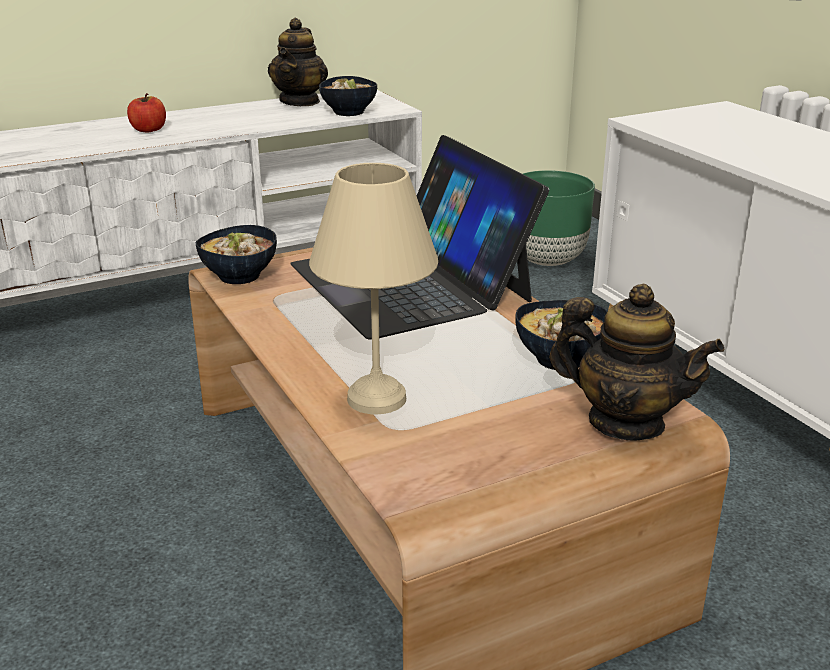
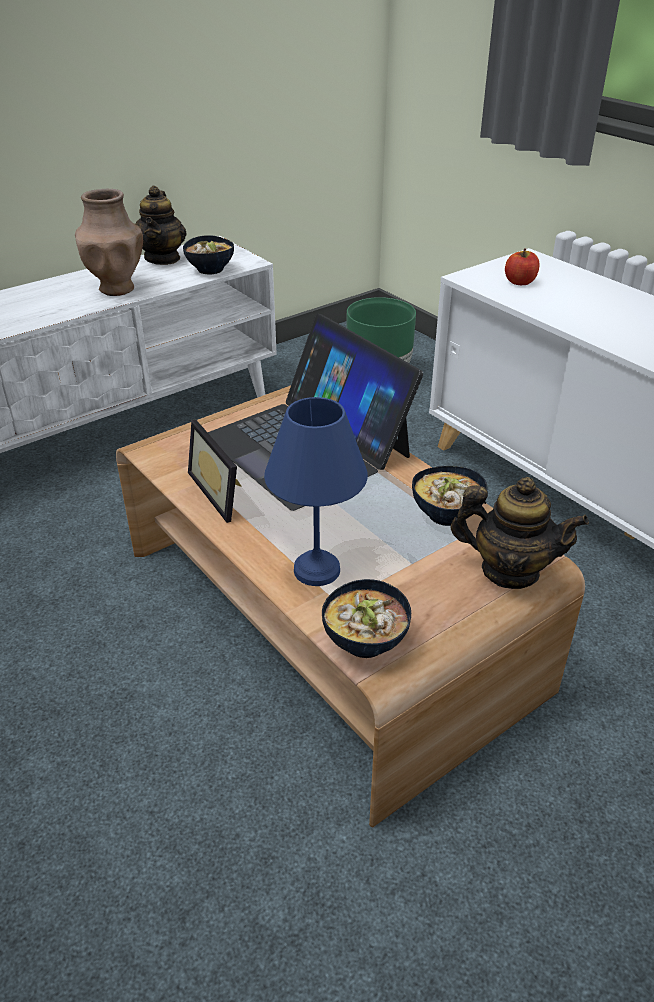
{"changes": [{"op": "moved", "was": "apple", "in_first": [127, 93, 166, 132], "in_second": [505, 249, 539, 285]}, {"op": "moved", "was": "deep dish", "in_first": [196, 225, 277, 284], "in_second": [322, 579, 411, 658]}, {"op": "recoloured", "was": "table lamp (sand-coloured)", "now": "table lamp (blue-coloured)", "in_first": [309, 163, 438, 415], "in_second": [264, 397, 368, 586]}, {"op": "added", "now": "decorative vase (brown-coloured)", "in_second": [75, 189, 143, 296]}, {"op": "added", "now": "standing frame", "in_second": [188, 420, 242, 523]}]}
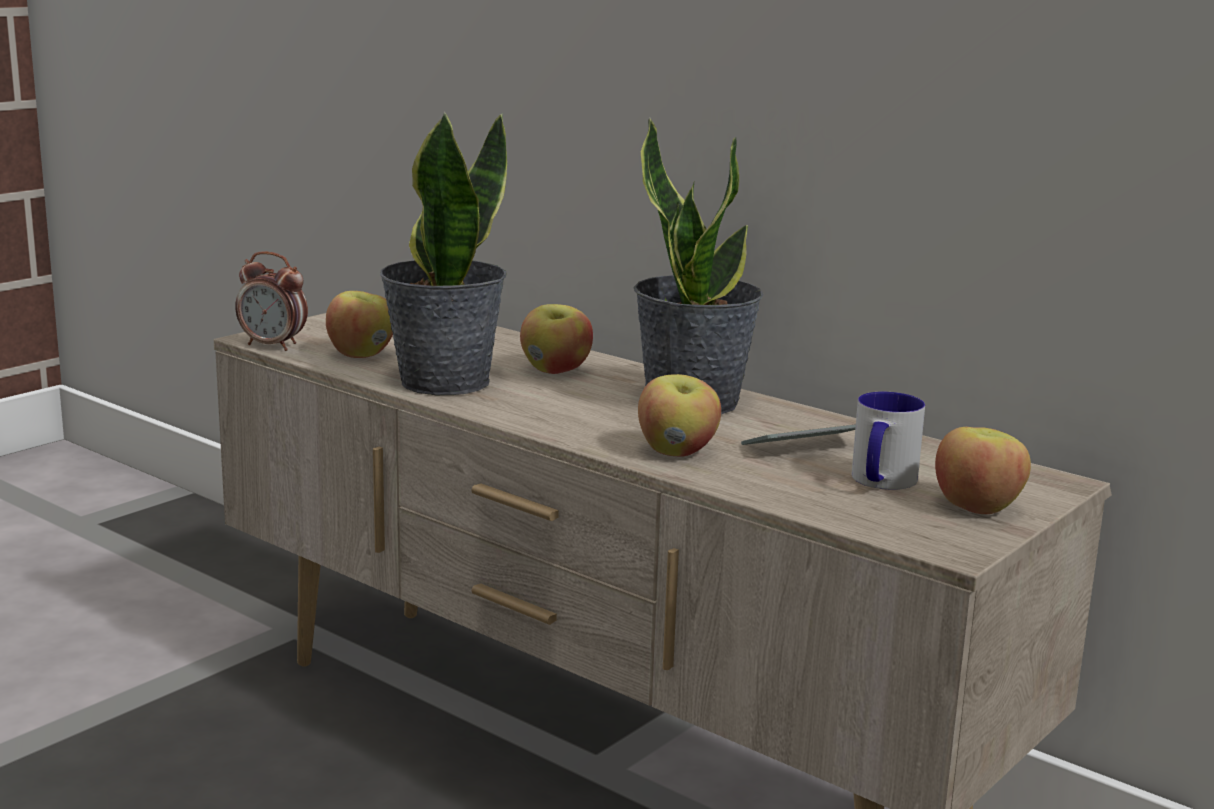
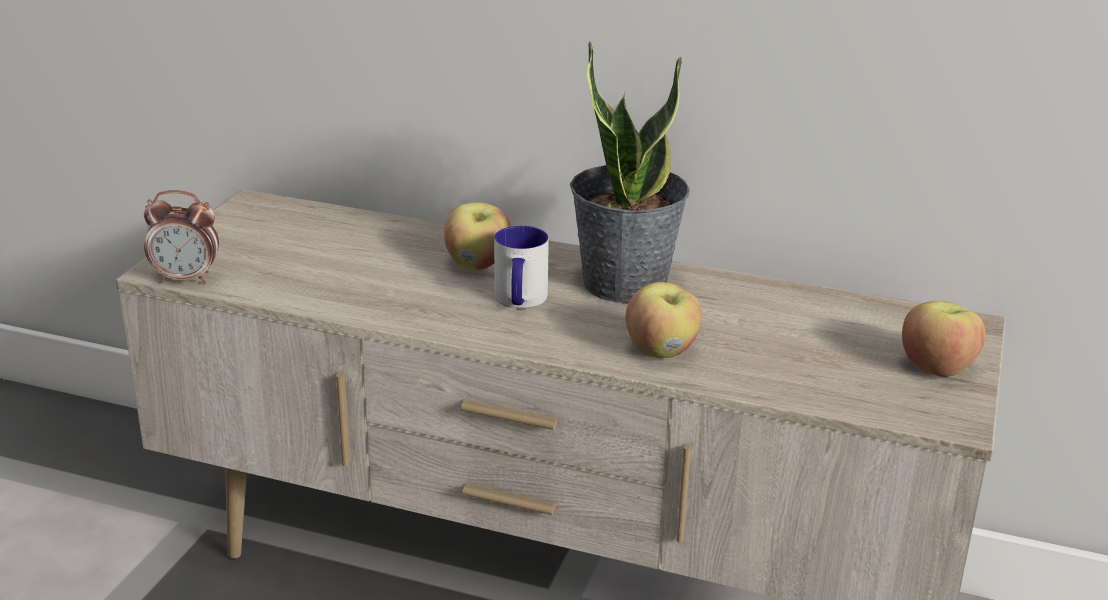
{"changes": [{"op": "removed", "was": "apple", "in_first": [326, 291, 393, 358]}, {"op": "removed", "was": "plant in a pot", "in_first": [380, 111, 507, 395]}, {"op": "removed", "was": "phone", "in_first": [741, 424, 856, 445]}, {"op": "moved", "was": "mug", "in_first": [852, 392, 925, 490], "in_second": [494, 226, 549, 308]}]}
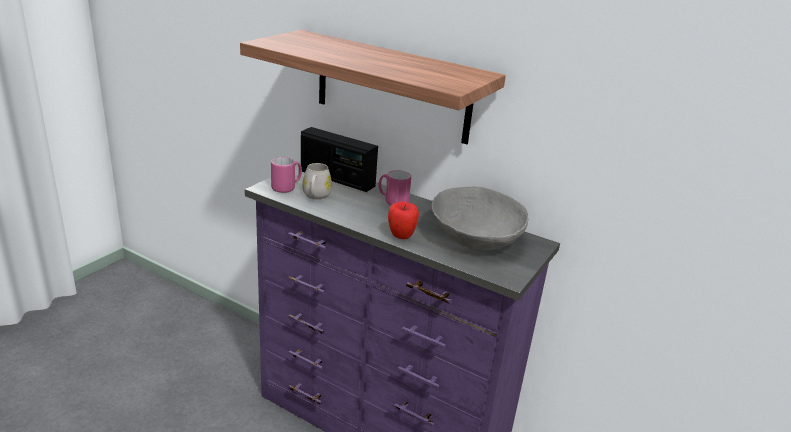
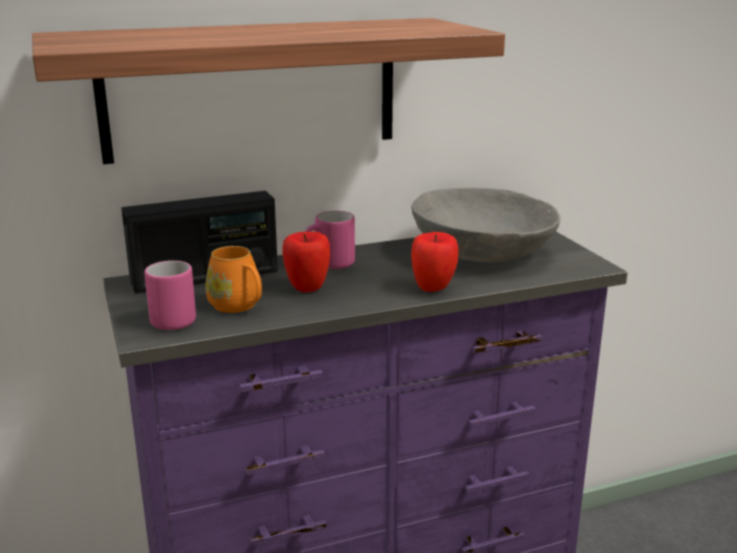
{"changes": [{"op": "recoloured", "was": "mug (white)", "now": "mug (orange)", "in_first": [302, 163, 332, 200], "in_second": [205, 246, 262, 313]}, {"op": "added", "now": "apple", "in_second": [282, 232, 330, 292]}]}
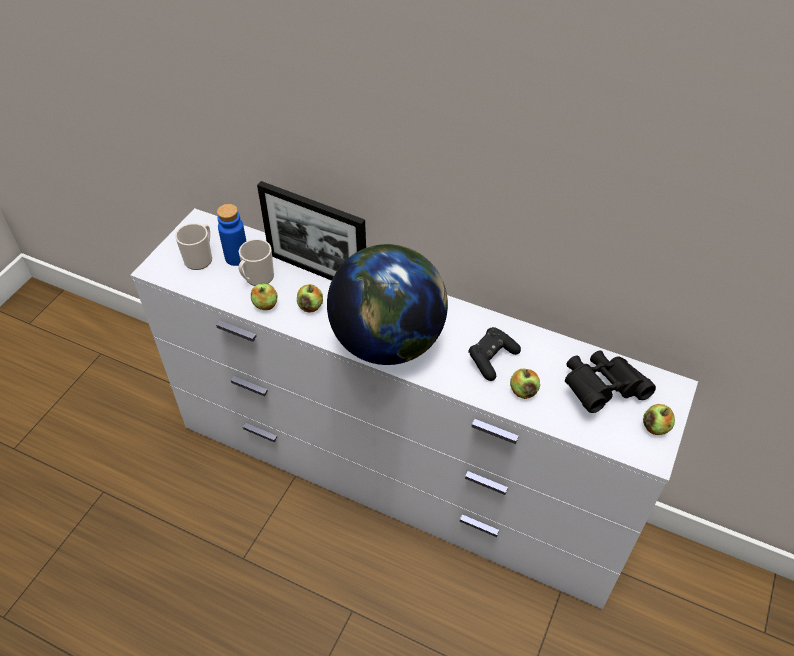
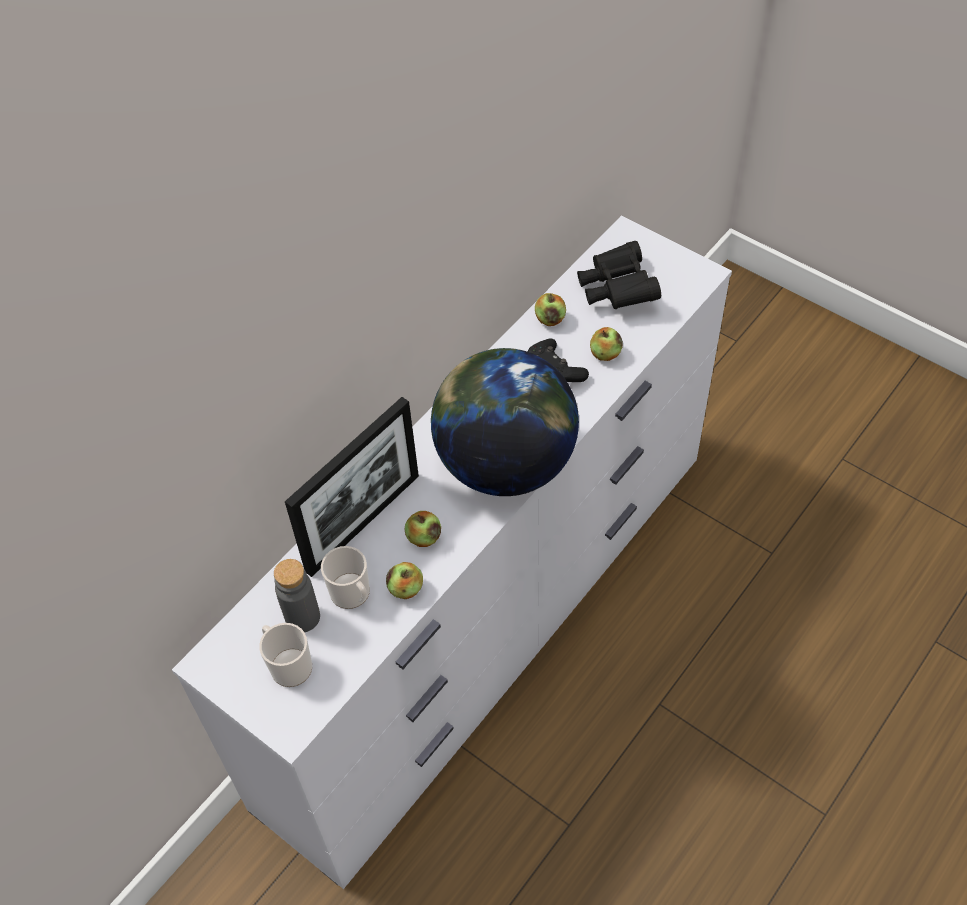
{"changes": [{"op": "recoloured", "was": "drink bottle (blue-coloured)", "now": "drink bottle (grey)", "in_first": [217, 204, 246, 266], "in_second": [274, 559, 320, 632]}, {"op": "moved", "was": "apple", "in_first": [643, 404, 675, 435], "in_second": [535, 293, 566, 326]}]}
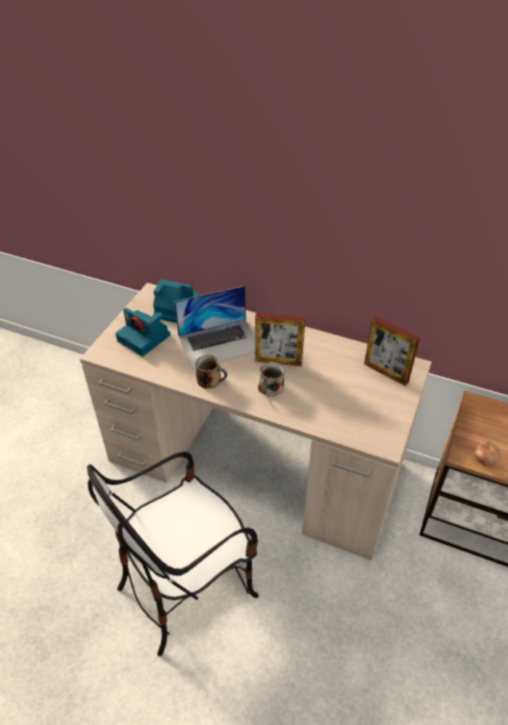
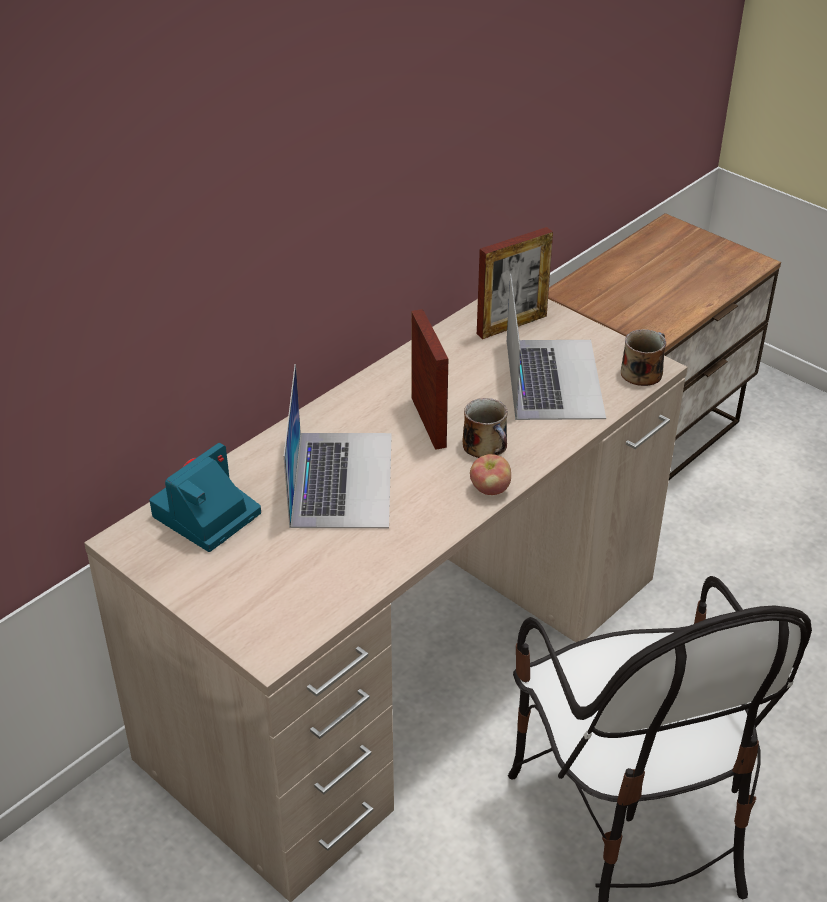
{"changes": [{"op": "removed", "was": "still camera", "in_first": [116, 308, 171, 357]}, {"op": "moved", "was": "mug", "in_first": [195, 355, 227, 389], "in_second": [621, 329, 666, 386]}, {"op": "turned", "was": "standing frame", "in_first": [255, 312, 306, 367], "in_second": [412, 309, 448, 450], "clockwise": -45}, {"op": "moved", "was": "apple", "in_first": [475, 442, 500, 466], "in_second": [470, 454, 511, 495]}, {"op": "added", "now": "portable computer", "in_second": [507, 274, 606, 420]}]}
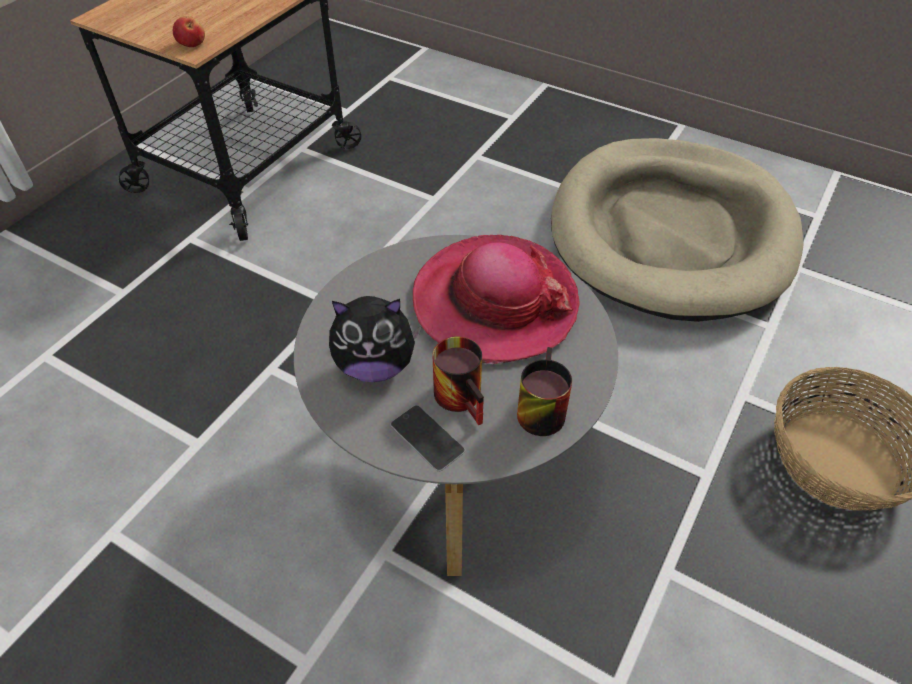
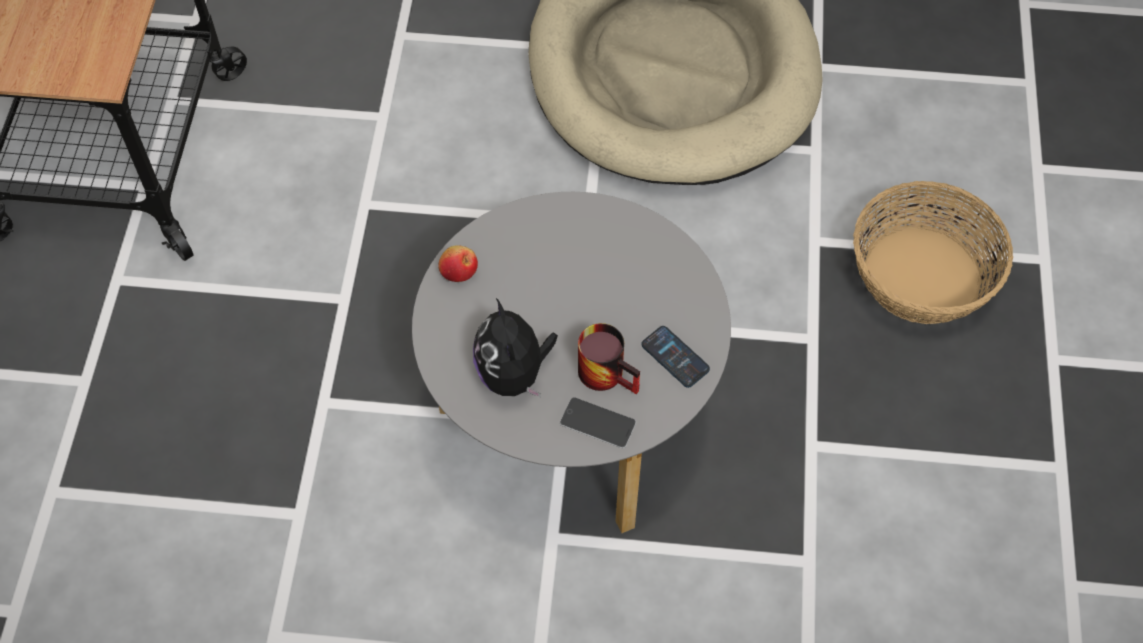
{"changes": [{"op": "moved", "was": "apple", "in_first": [173, 16, 205, 47], "in_second": [438, 245, 478, 282]}, {"op": "turned", "was": "cuddly toy", "in_first": [329, 296, 422, 382], "in_second": [473, 298, 558, 398], "clockwise": 105}, {"op": "removed", "was": "hat", "in_first": [413, 235, 580, 364]}, {"op": "replaced", "was": "mug", "now": "phone", "in_first": [517, 347, 572, 436], "in_second": [641, 326, 710, 388]}]}
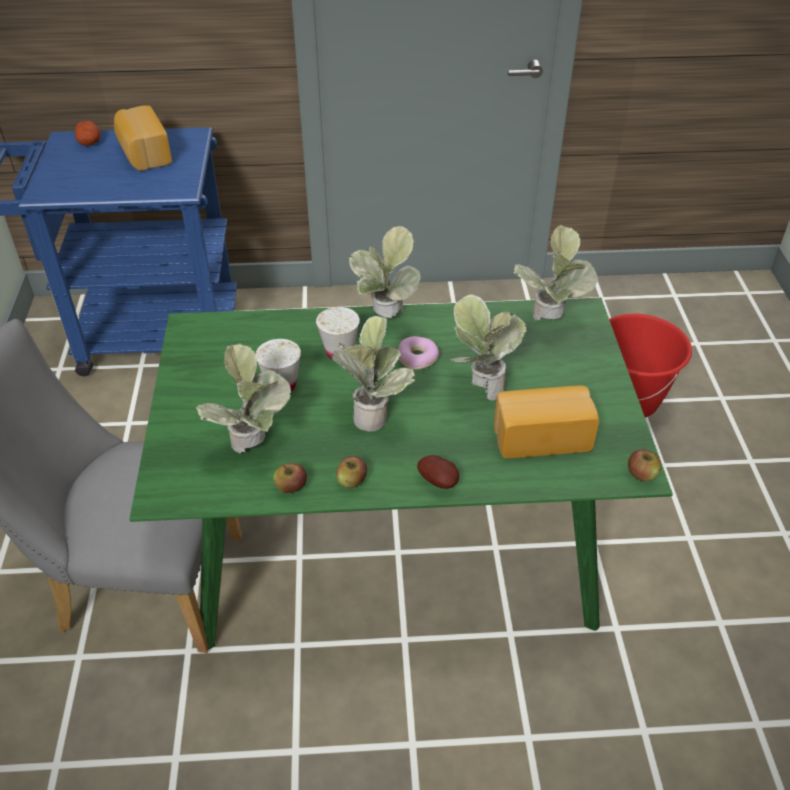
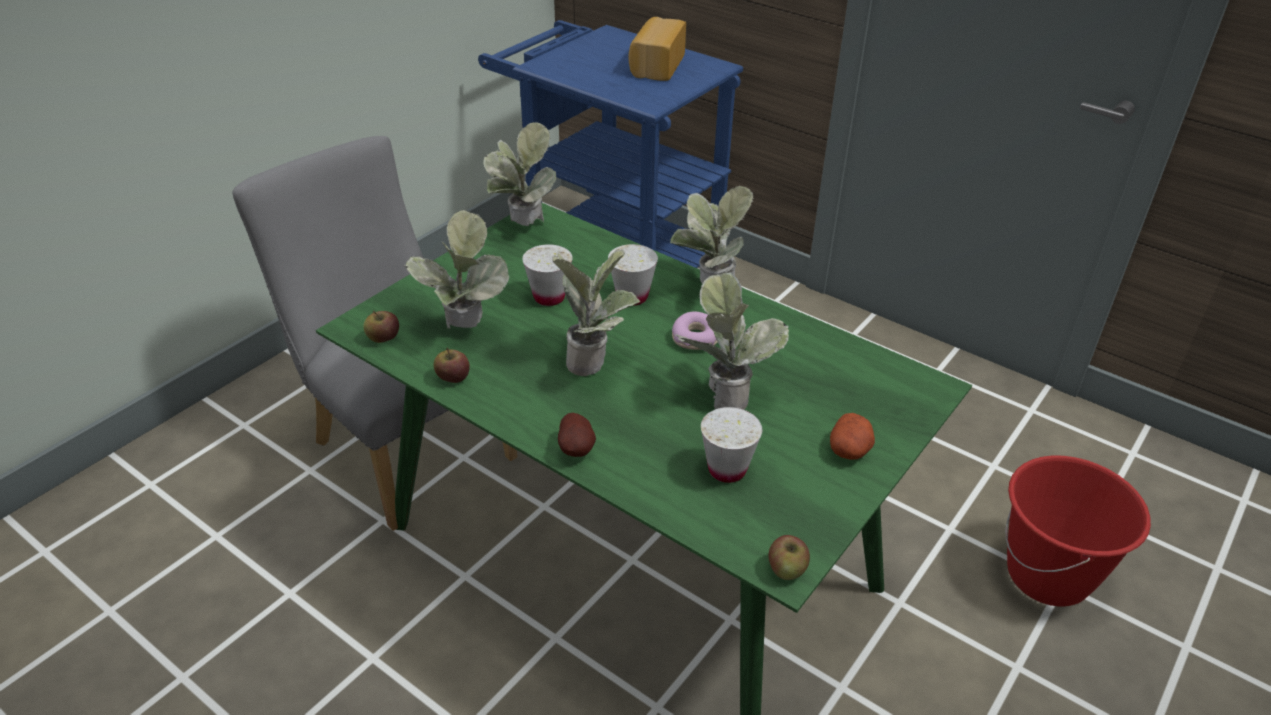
{"changes": [{"op": "moved", "was": "spud", "in_first": [75, 121, 101, 146], "in_second": [830, 413, 875, 460]}, {"op": "moved", "was": "apple", "in_first": [336, 456, 367, 488], "in_second": [363, 311, 399, 343]}, {"op": "replaced", "was": "bakery bread", "now": "drinking cup (white)", "in_first": [494, 385, 599, 458], "in_second": [701, 407, 762, 483]}, {"op": "moved", "was": "plant in a pot", "in_first": [514, 225, 598, 321], "in_second": [483, 122, 556, 226]}]}
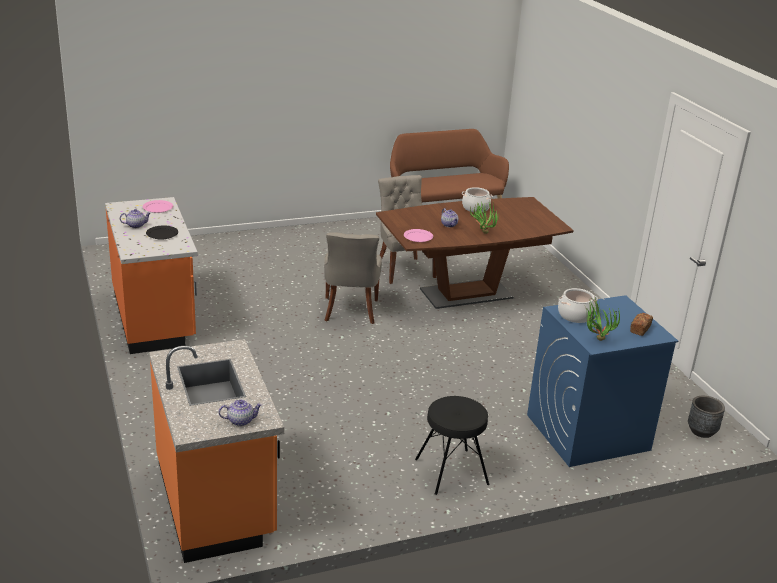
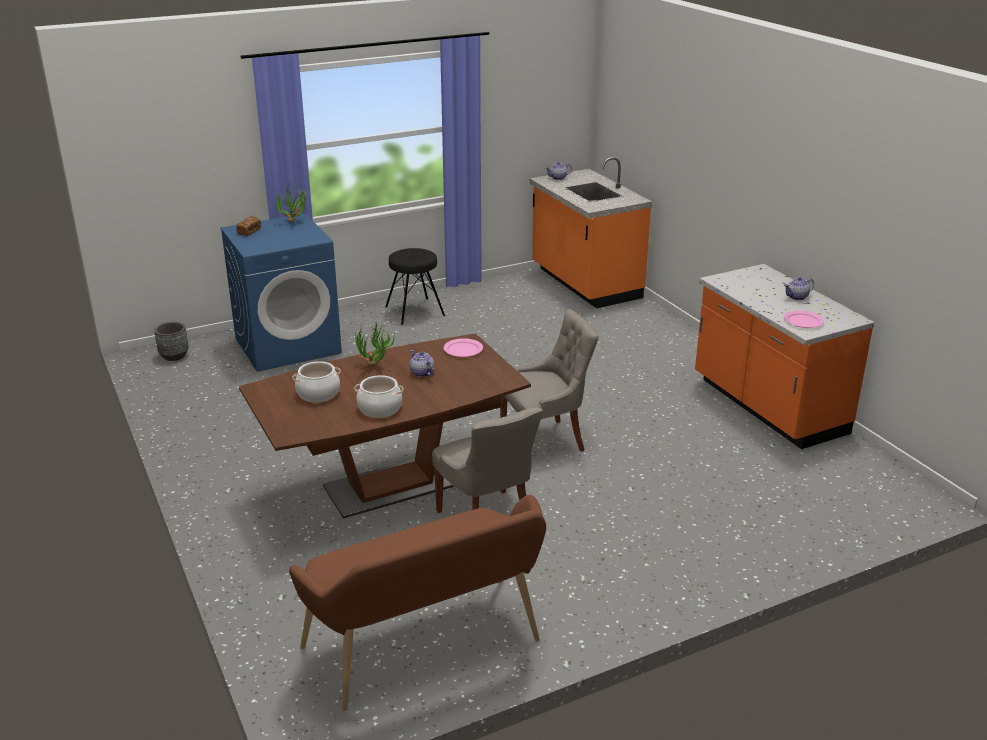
{"changes": [{"op": "removed", "was": "dinner plate (black)", "in_first": [146, 226, 178, 240]}, {"op": "turned", "was": "upright chair (grey)", "in_first": [324, 232, 382, 324], "in_second": [500, 309, 599, 452], "clockwise": 75}, {"op": "moved", "was": "stockpot", "in_first": [558, 288, 598, 323], "in_second": [293, 361, 341, 402]}]}
